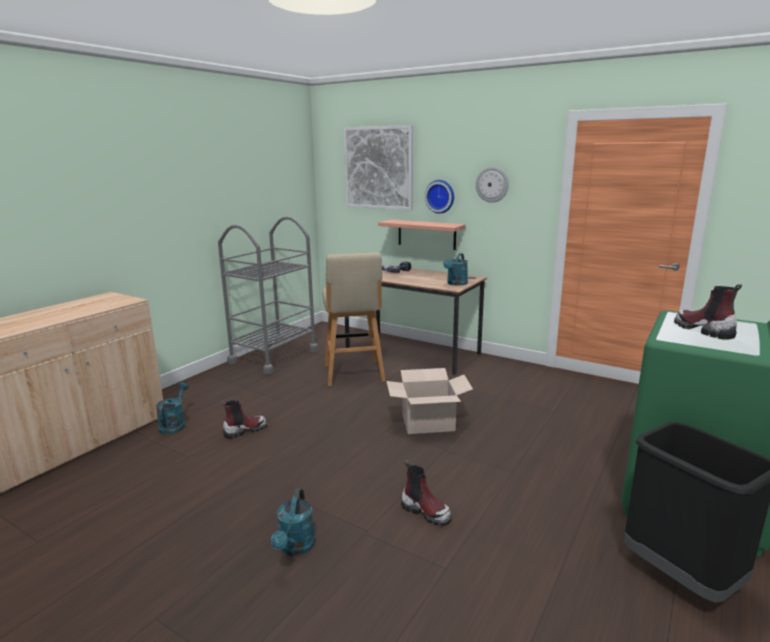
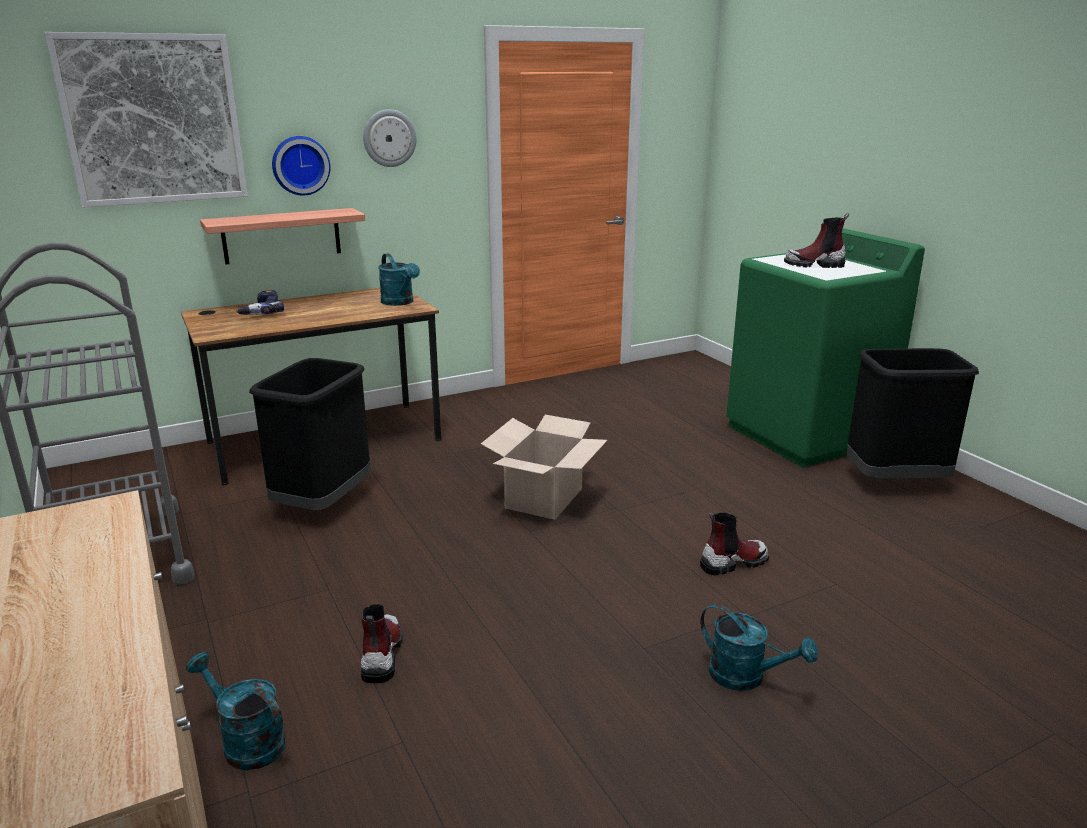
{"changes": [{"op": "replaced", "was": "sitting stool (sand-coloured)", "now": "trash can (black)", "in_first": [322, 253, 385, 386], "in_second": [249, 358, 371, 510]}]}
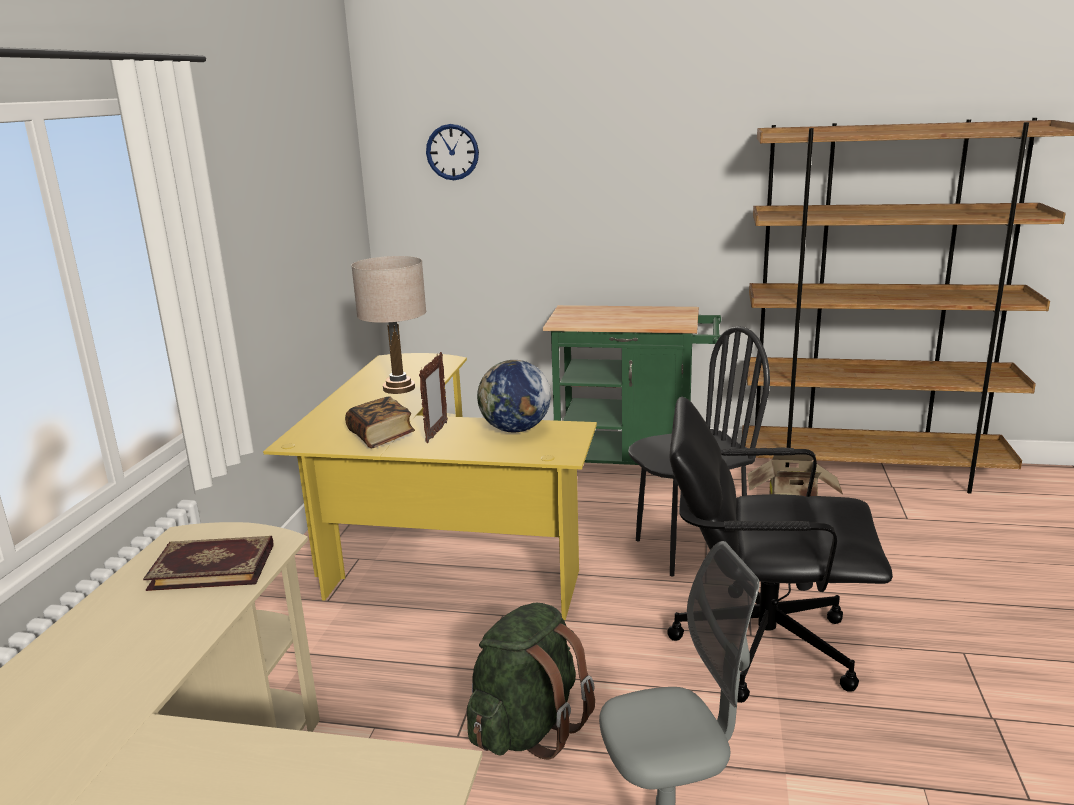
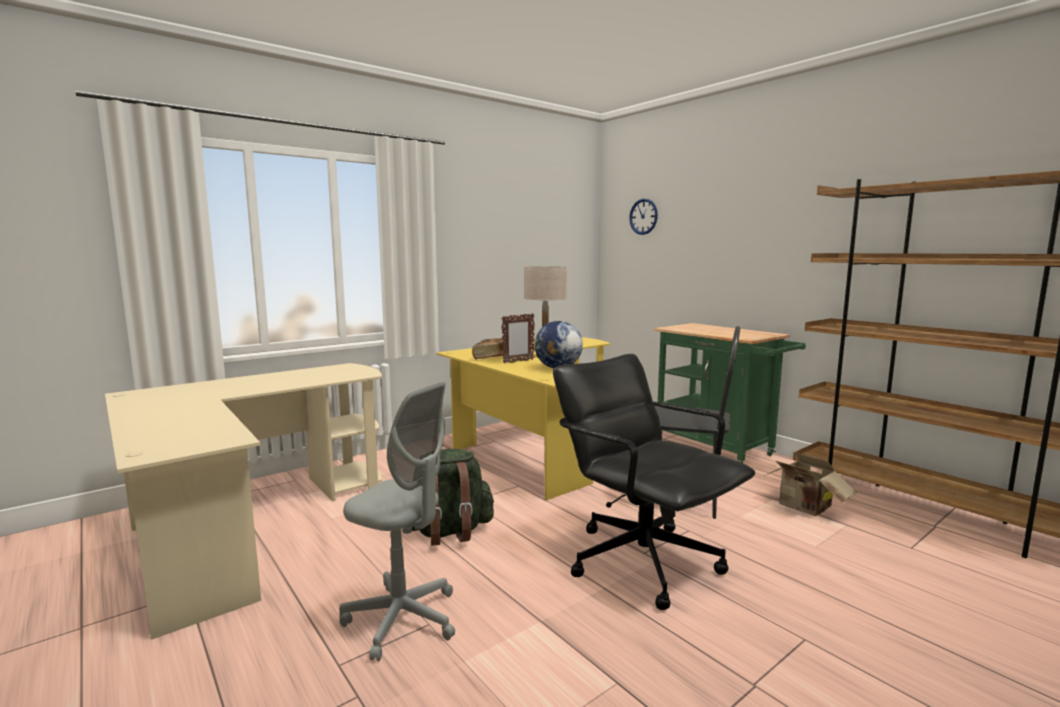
{"changes": [{"op": "removed", "was": "book", "in_first": [143, 536, 273, 591]}]}
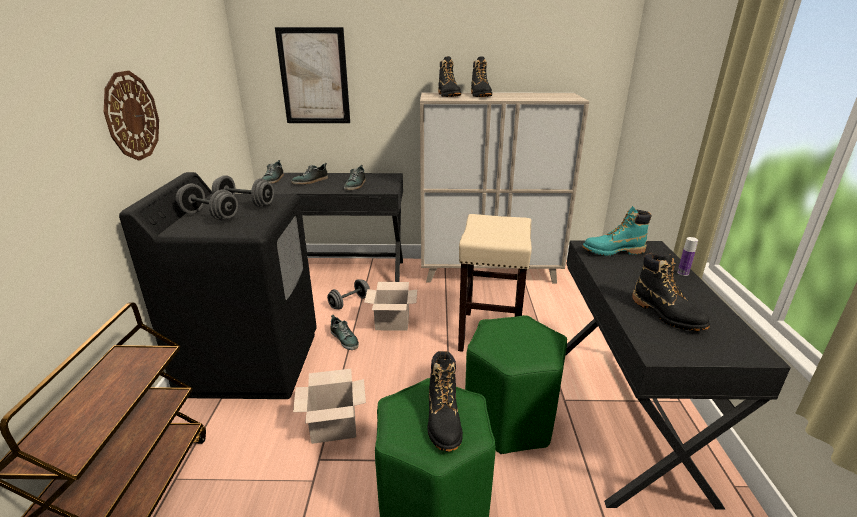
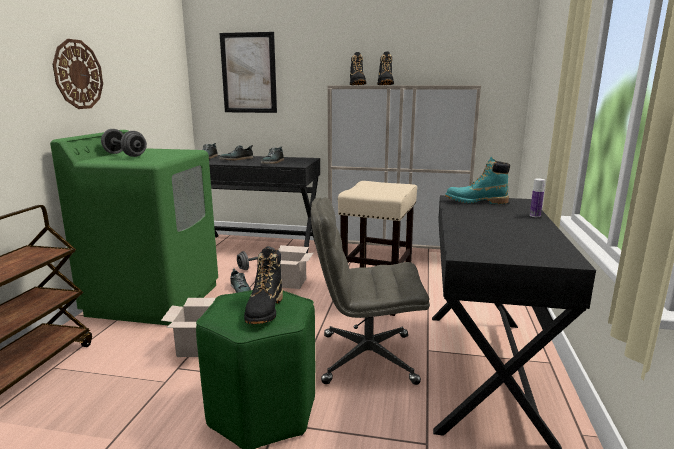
{"changes": [{"op": "recoloured", "was": "laundry machine (black)", "now": "laundry machine (green-coloured)", "in_first": [119, 172, 317, 399], "in_second": [50, 130, 218, 326]}, {"op": "removed", "was": "dumbbell (grey)", "in_first": [212, 175, 274, 208]}, {"op": "replaced", "was": "sitting stool (green-coloured)", "now": "computer chair (grey)", "in_first": [465, 315, 567, 454], "in_second": [311, 197, 430, 385]}, {"op": "removed", "was": "tall boot (black)", "in_first": [632, 253, 710, 331]}]}
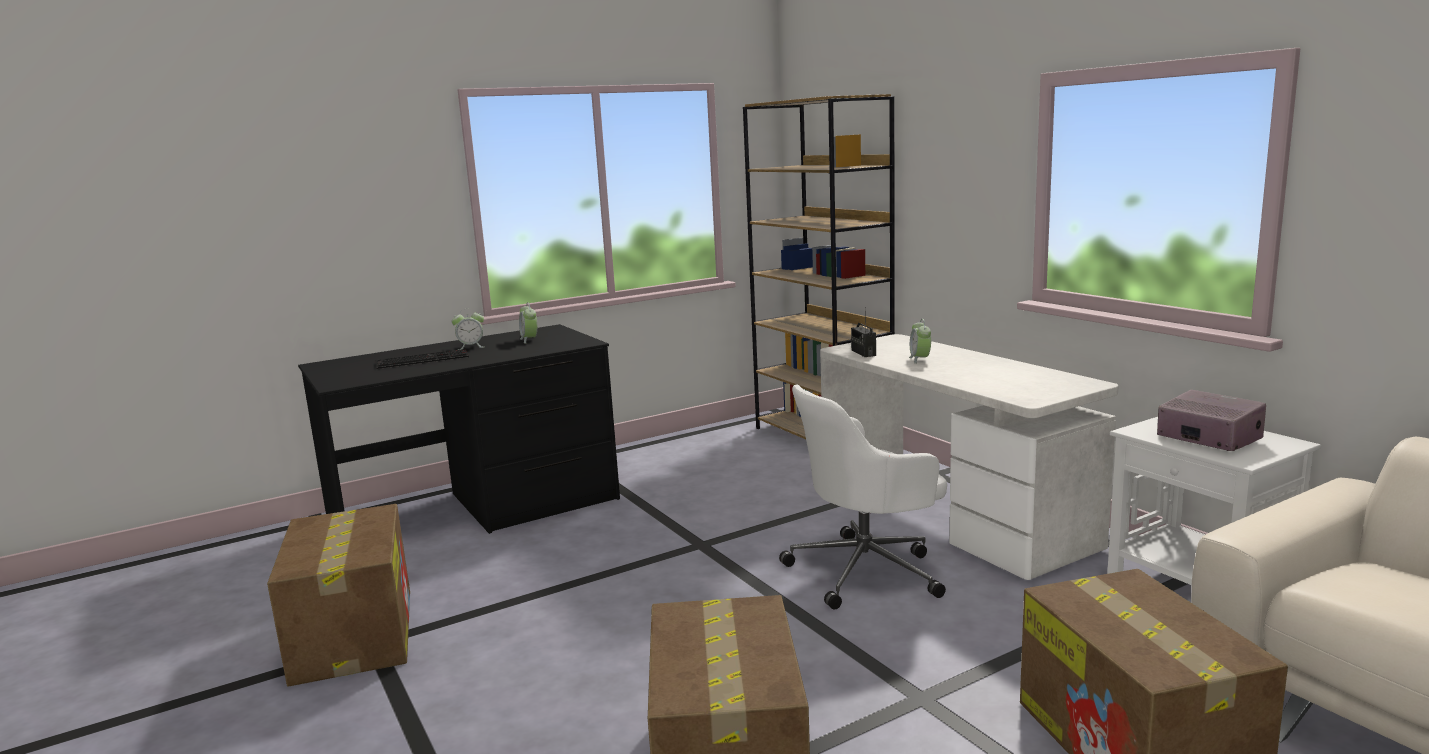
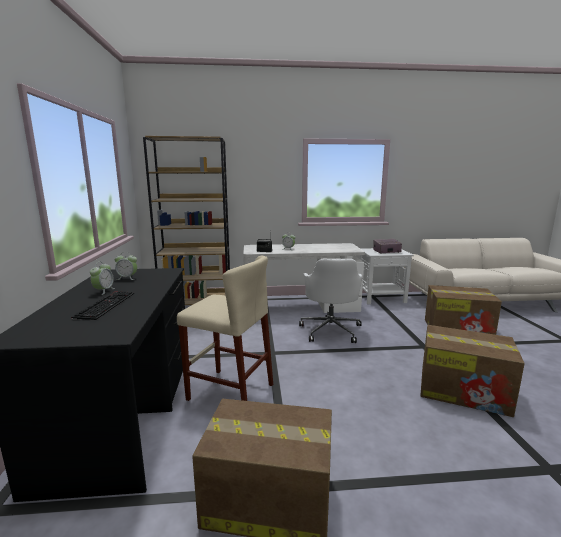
{"changes": [{"op": "added", "now": "sitting stool (sand-coloured)", "in_second": [177, 255, 273, 401]}]}
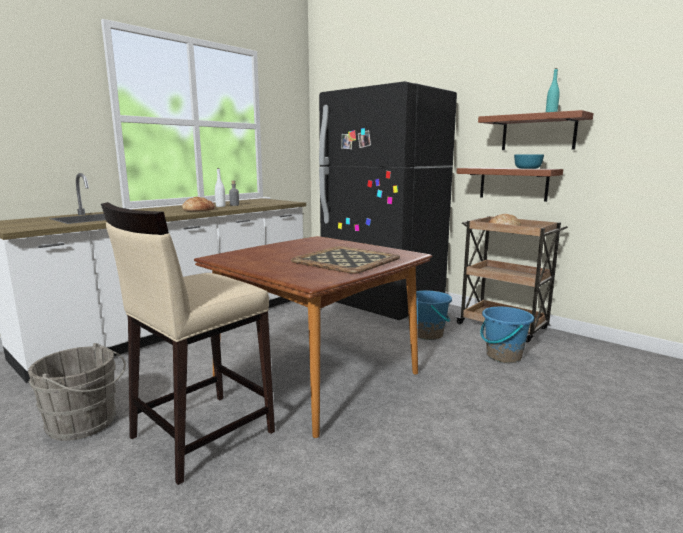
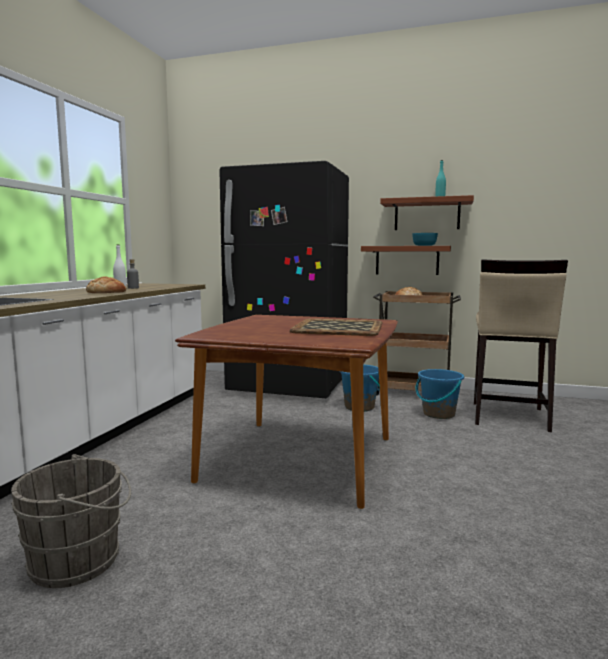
{"changes": [{"op": "moved", "was": "sitting stool (sand-coloured)", "in_first": [101, 202, 275, 485], "in_second": [474, 259, 568, 432]}]}
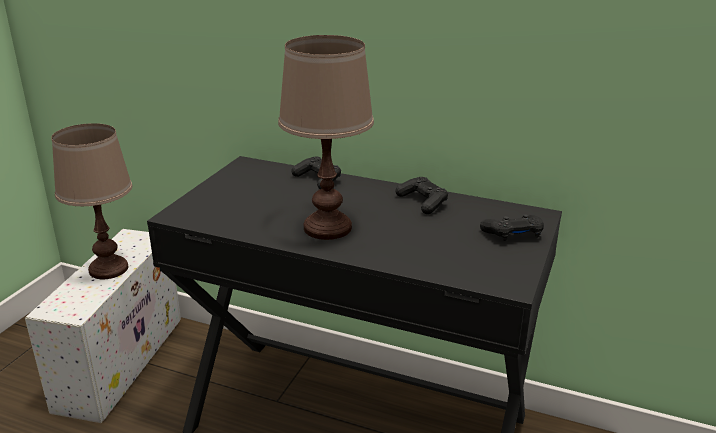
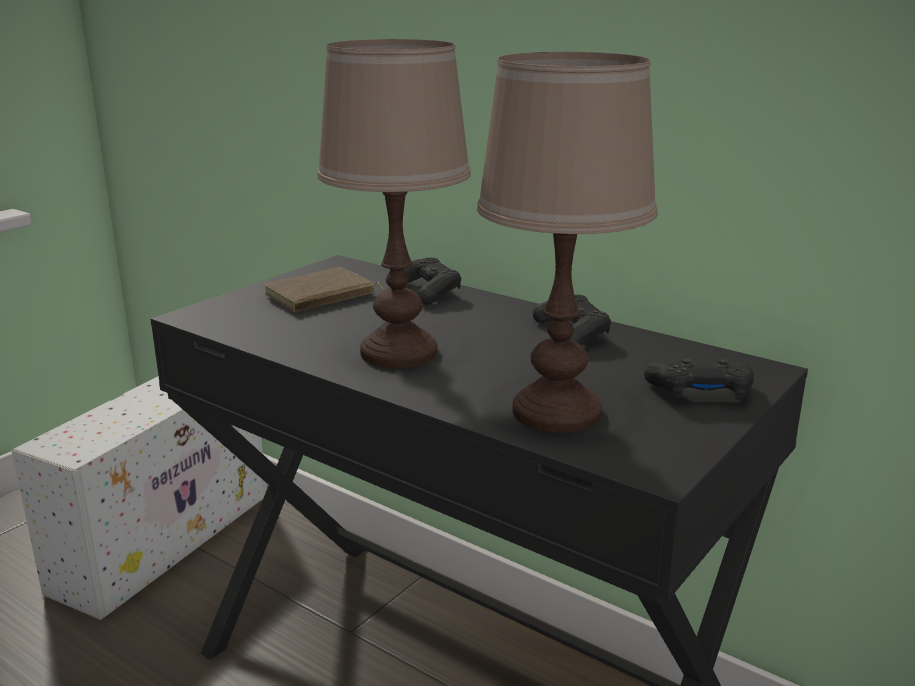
{"changes": [{"op": "moved", "was": "table lamp (brown-coloured)", "in_first": [51, 123, 132, 279], "in_second": [477, 52, 658, 433]}, {"op": "added", "now": "book (brown-coloured)", "in_second": [264, 267, 384, 312]}]}
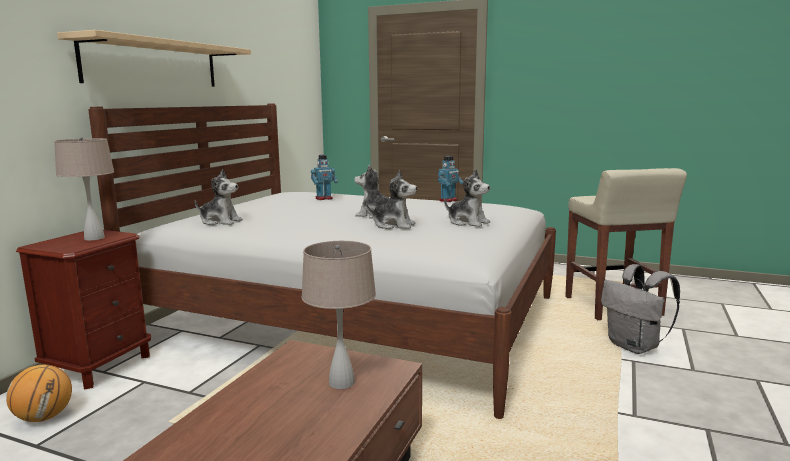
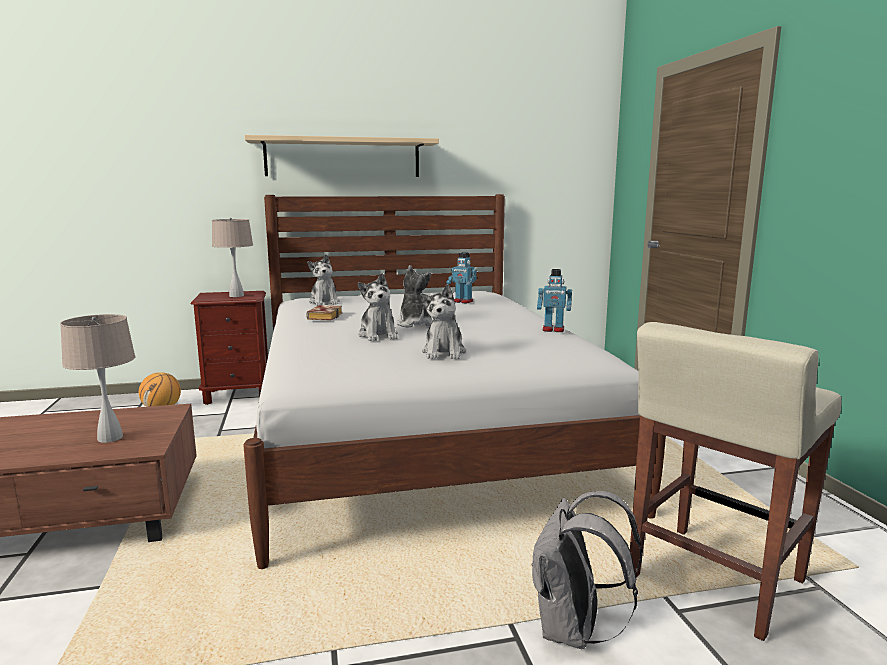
{"changes": [{"op": "added", "now": "book", "in_second": [306, 305, 342, 320]}]}
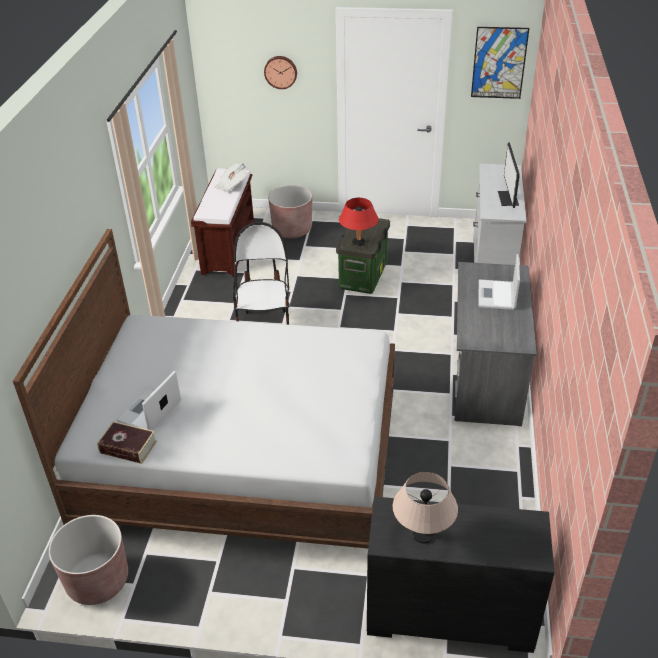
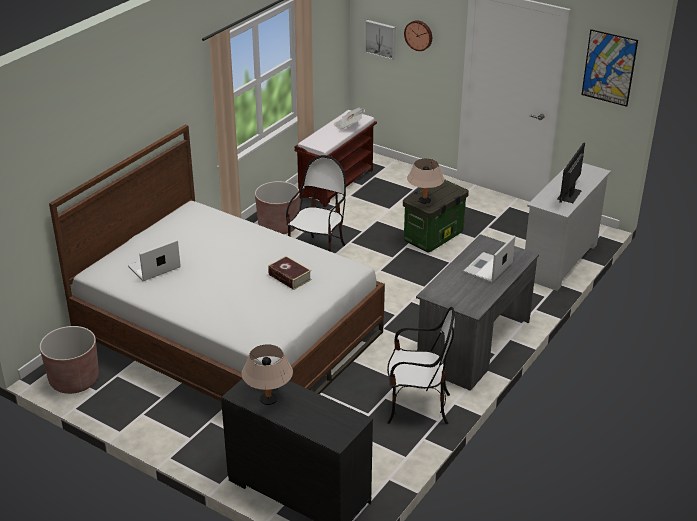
{"changes": [{"op": "moved", "was": "book", "in_first": [97, 421, 157, 464], "in_second": [268, 256, 312, 290]}, {"op": "moved", "was": "flower pot (brown-coloured)", "in_first": [268, 185, 312, 238], "in_second": [255, 181, 300, 234]}, {"op": "recoloured", "was": "table lamp (reddish)", "now": "table lamp (sand-coloured)", "in_first": [339, 198, 379, 246], "in_second": [407, 159, 444, 204]}, {"op": "added", "now": "wall art", "in_second": [365, 20, 396, 60]}, {"op": "added", "now": "upright chair", "in_second": [387, 307, 455, 424]}]}
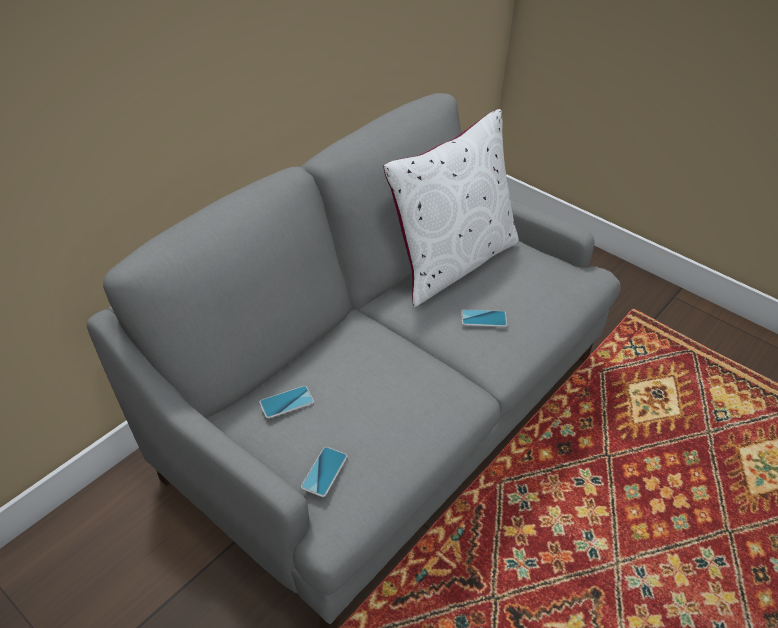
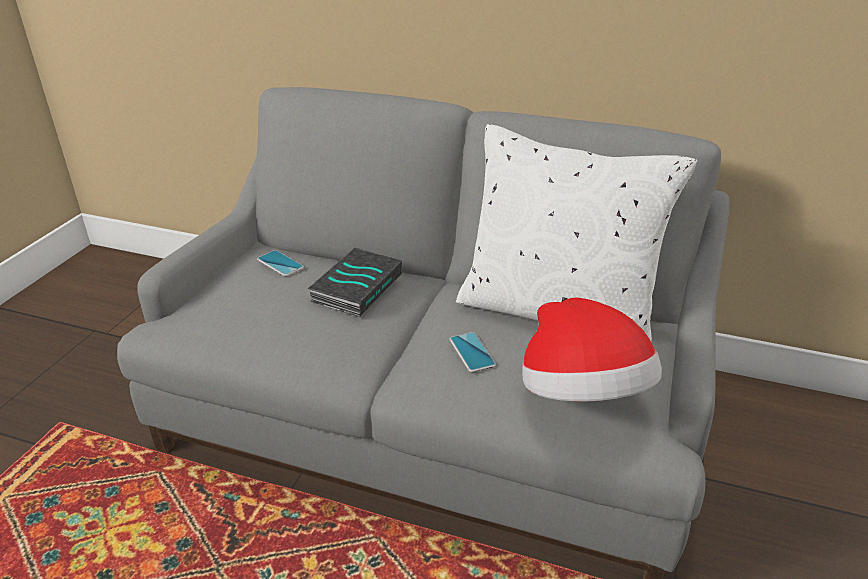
{"changes": [{"op": "removed", "was": "phone", "in_first": [301, 447, 348, 497]}, {"op": "added", "now": "book", "in_second": [308, 247, 402, 317]}, {"op": "added", "now": "hat", "in_second": [522, 298, 662, 401]}]}
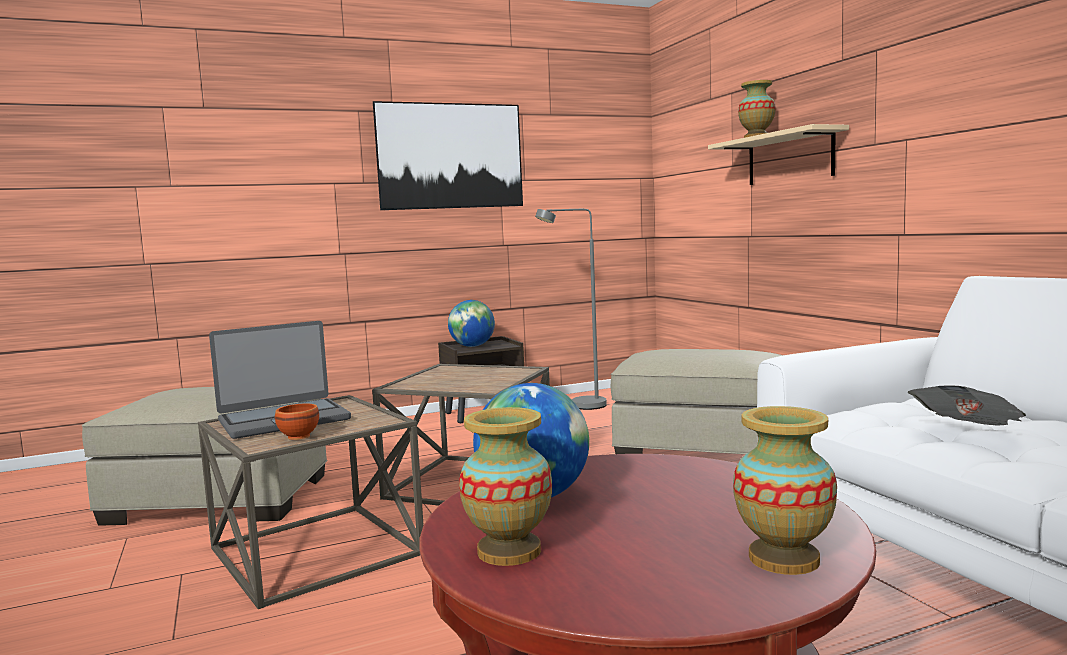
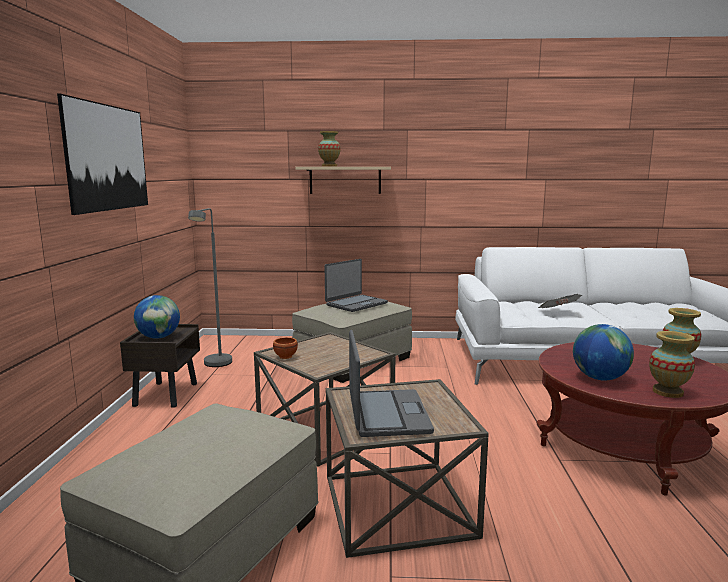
{"changes": [{"op": "moved", "was": "deep dish (brown-coloured)", "in_first": [275, 403, 319, 440], "in_second": [273, 337, 298, 359]}, {"op": "added", "now": "portable computer", "in_second": [325, 259, 388, 312]}]}
